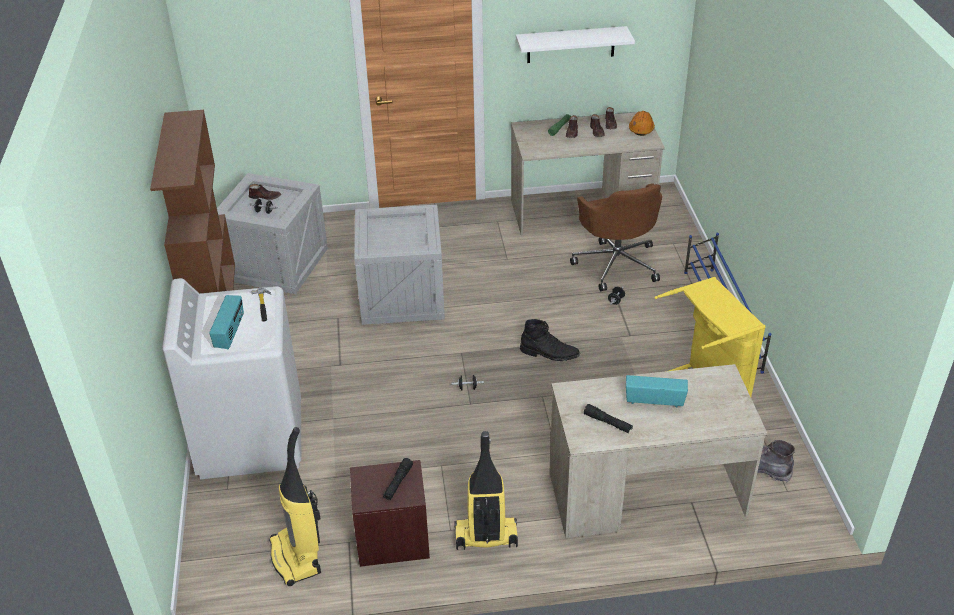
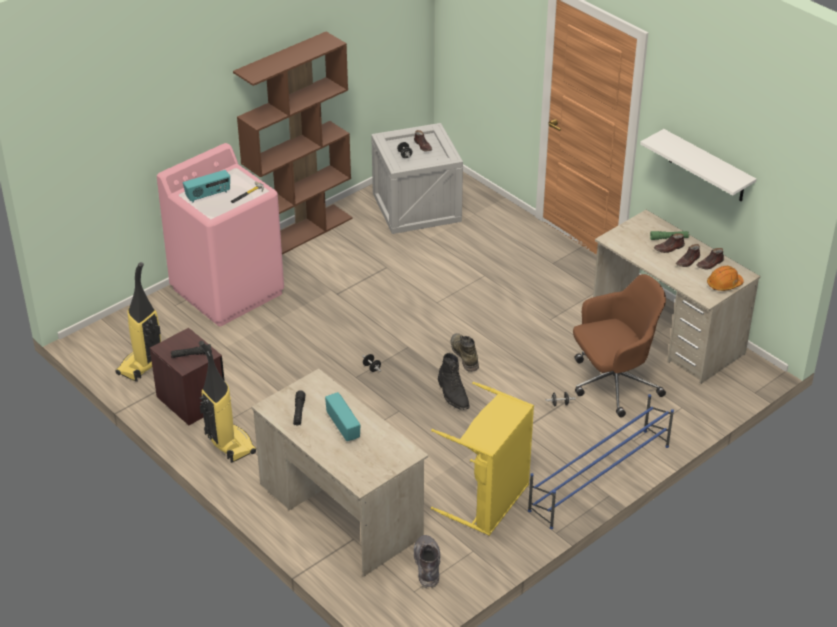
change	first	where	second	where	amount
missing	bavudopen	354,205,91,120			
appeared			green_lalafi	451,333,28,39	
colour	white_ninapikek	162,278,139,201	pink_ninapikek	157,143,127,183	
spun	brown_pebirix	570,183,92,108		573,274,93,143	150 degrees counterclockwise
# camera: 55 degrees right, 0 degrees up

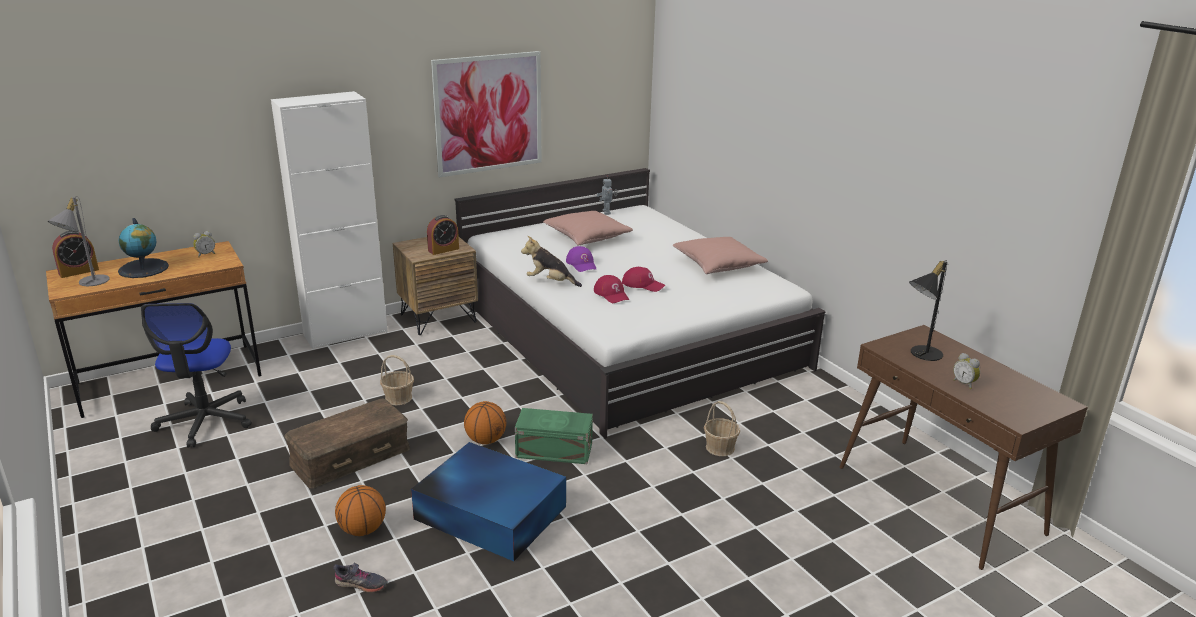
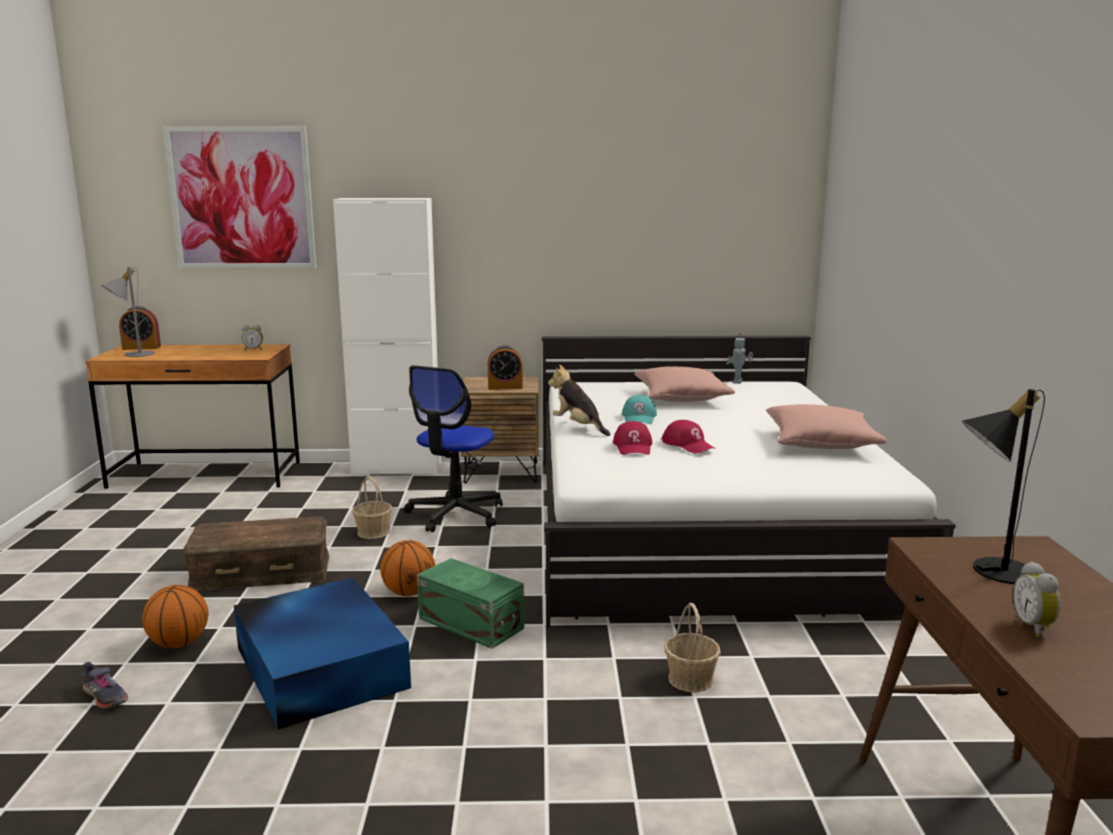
change	first	where	second	where	amount
missing	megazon	118,218,51,60			
relocated	pebirix	141,303,111,144		404,365,98,167	
relocated	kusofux	431,51,111,126		163,126,153,143	
colour	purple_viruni	566,246,31,26	turquoise_viruni	622,395,35,29	
# camera: 30 degrees right, 10 degrees down

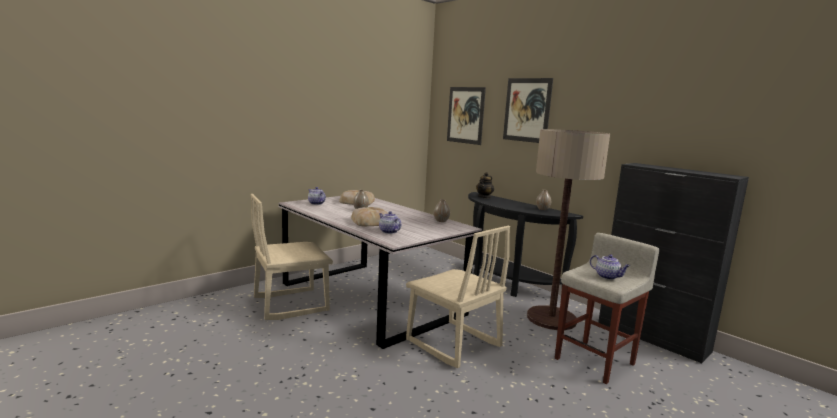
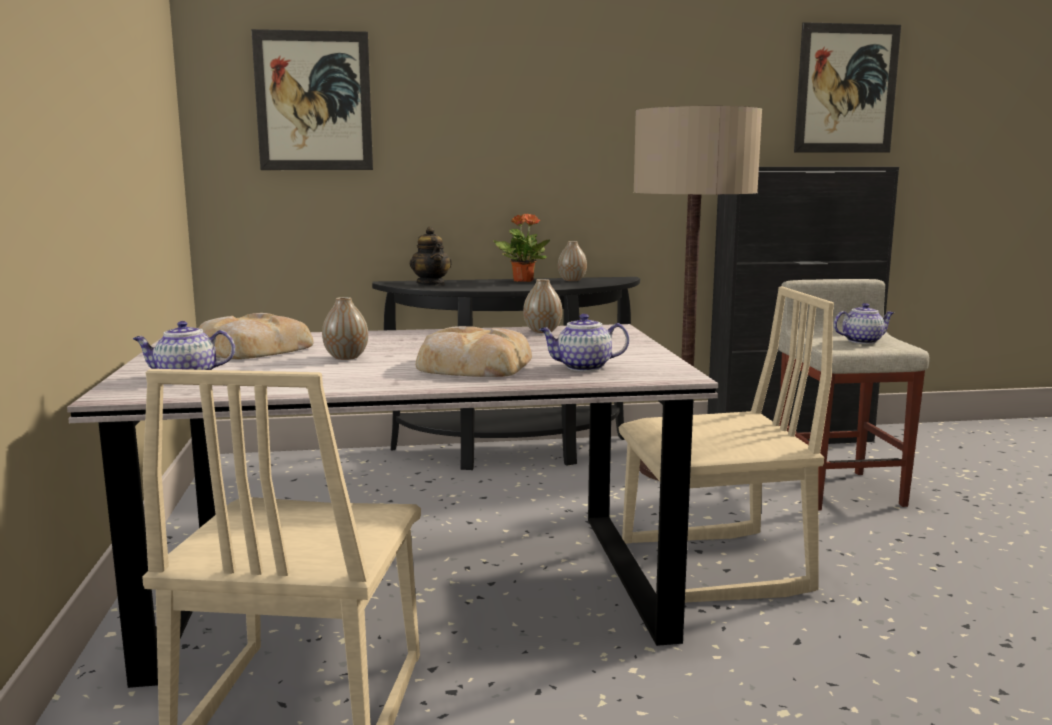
change	first	where	second	where	amount
appeared			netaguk	493,213,57,69	
relocated	kusofux	503,78,50,65		794,22,107,131	
# camera: 55 degrees left, 0 degrees up

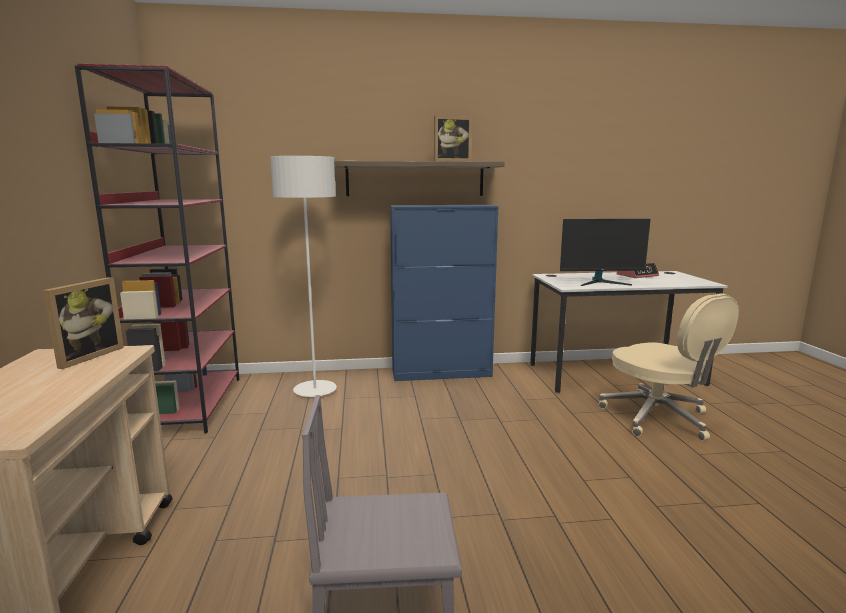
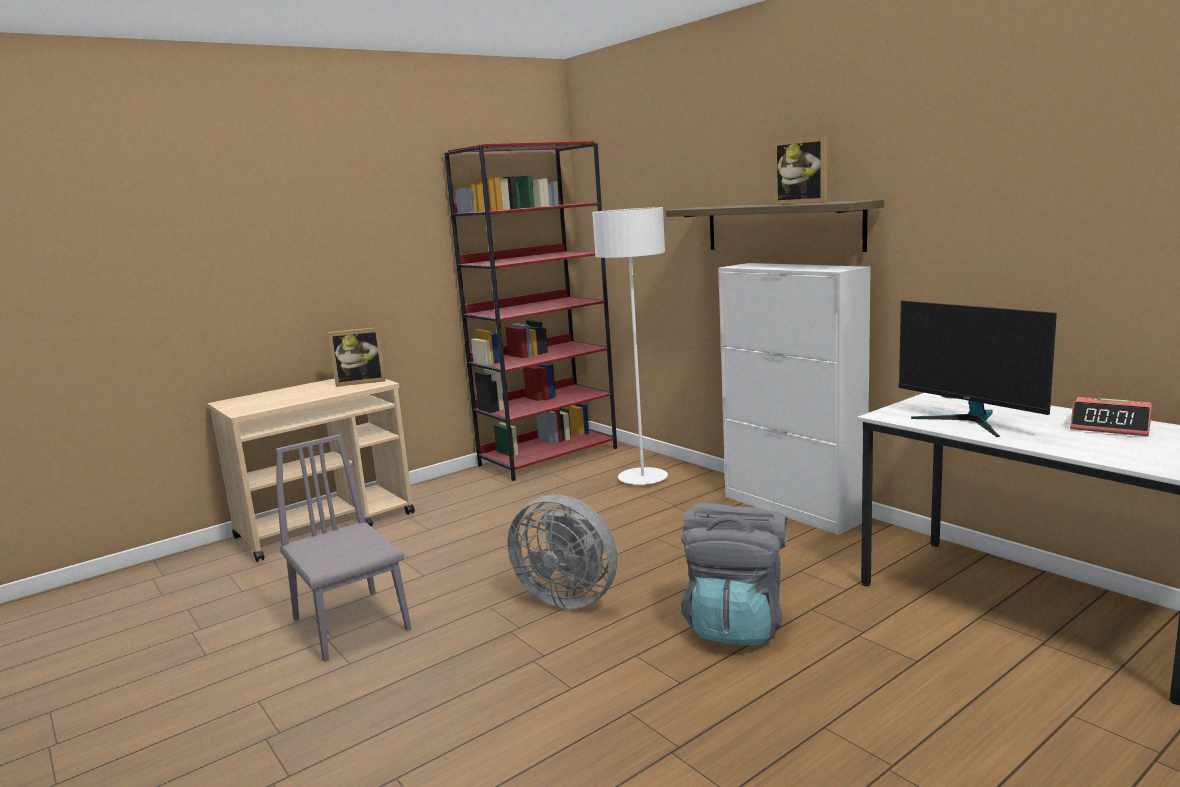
change	first	where	second	where	amount
missing	beige_pebirix	598,293,141,148			
appeared			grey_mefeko	507,495,110,114	
appeared			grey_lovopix	681,503,106,142	
colour	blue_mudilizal	390,205,109,176	white_mudilizal	718,263,153,272	
# camera: 60 degrees right, 0 degrees up

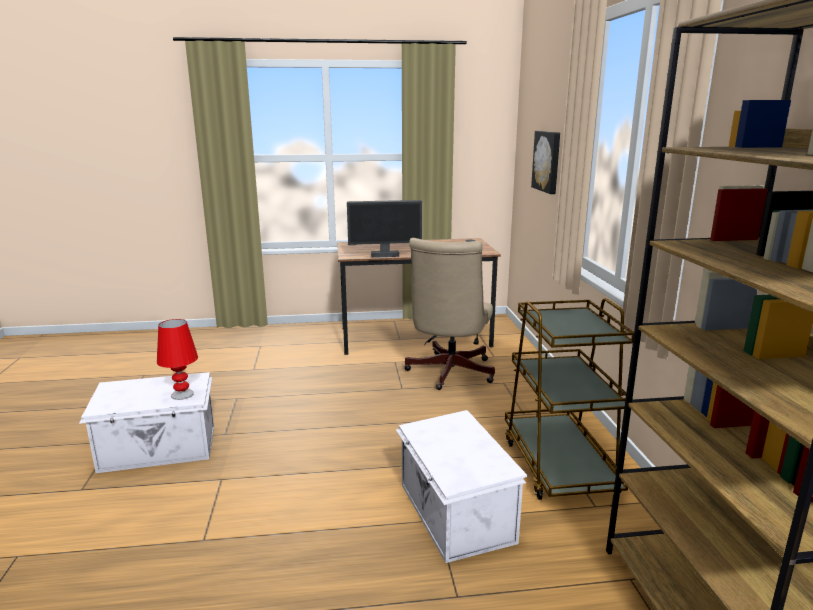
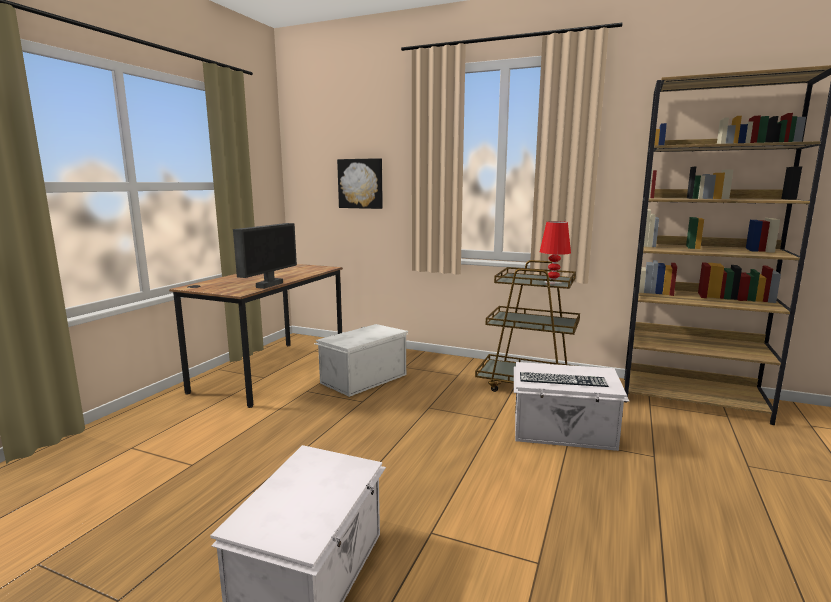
change	first	where	second	where	amount
appeared			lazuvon	520,372,89,15	
relocated	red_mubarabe	157,319,41,81		540,221,31,63	
exchanged	beige_pebirix	404,238,91,152	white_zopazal	314,324,94,73	
# camera: 60 degrees left, 5 degrees down

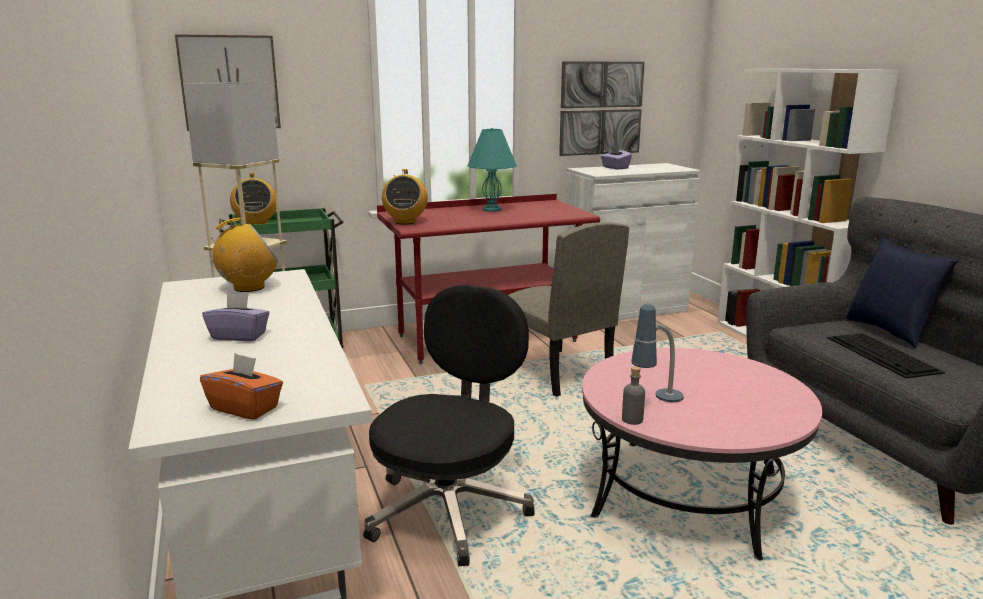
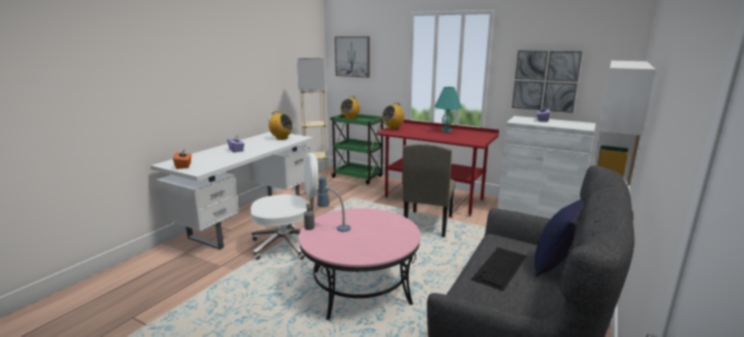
change	first	where	second	where	amount
colour	black_pebirix	363,285,172,281	white_pebirix	251,153,67,107	
# camera: 50 degrees right, 0 degrees up

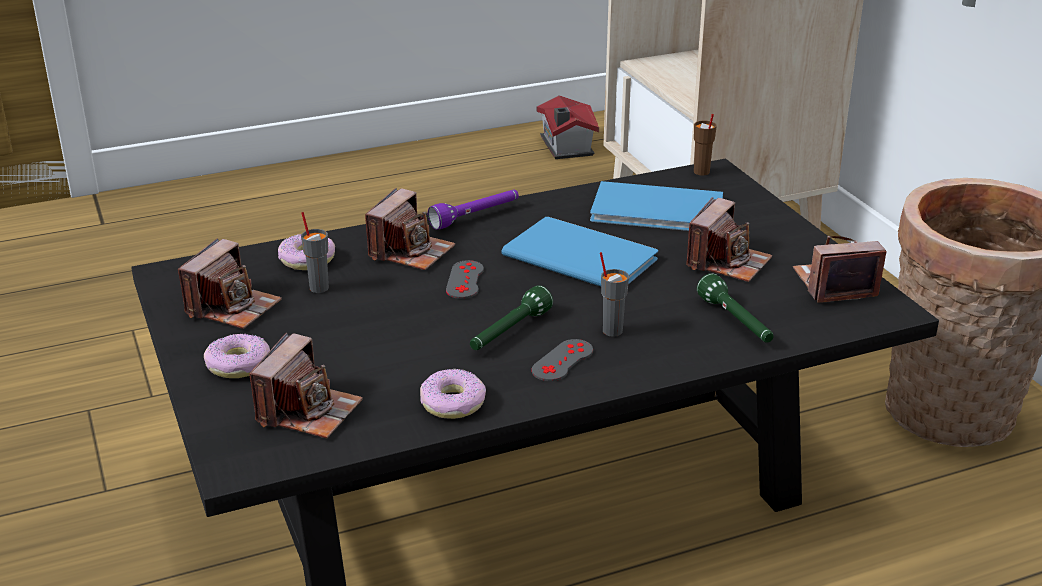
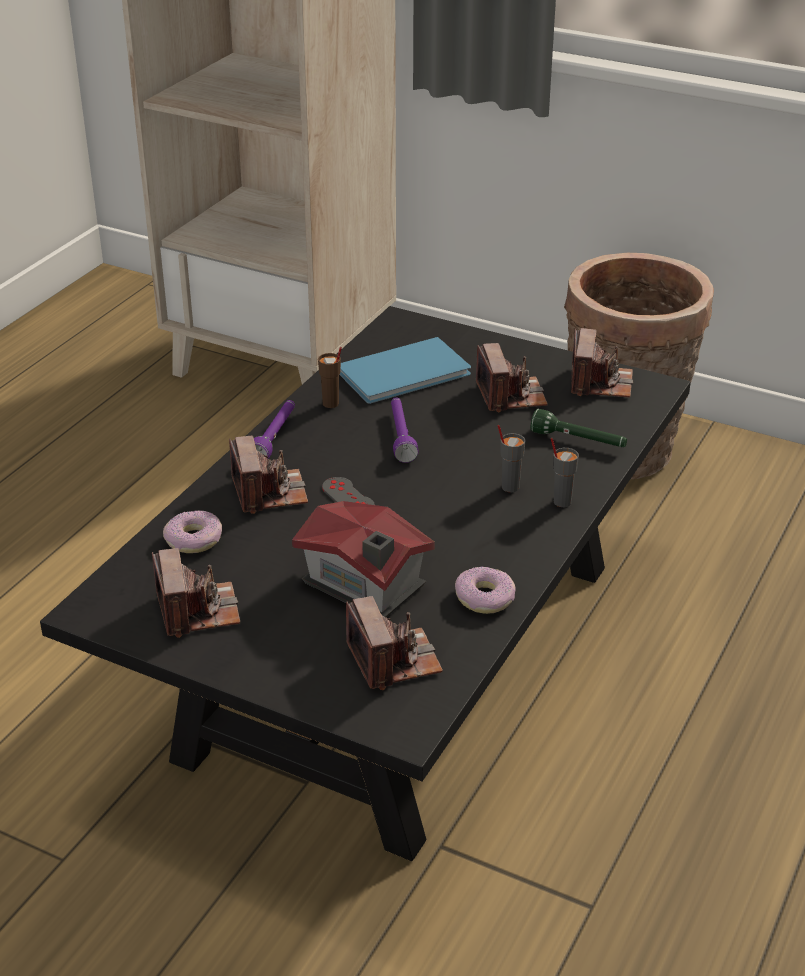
change	first	where	second	where	amount
missing	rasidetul	204,334,66,44			
missing	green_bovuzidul	470,285,83,65			
missing	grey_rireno	531,339,62,42			
relocated	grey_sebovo	301,212,28,81		551,438,28,69	
relocated	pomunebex	536,95,63,64		292,501,143,116	
relocated	brown_sebovo	694,114,23,61		318,347,24,61	
exchanged	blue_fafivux	501,217,157,69	purple_bovuzidul	391,398,27,65	
spun	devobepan	793,236,94,67		571,328,62,70	150 degrees clockwise
# camera: 40 degrees left, 5 degrees up

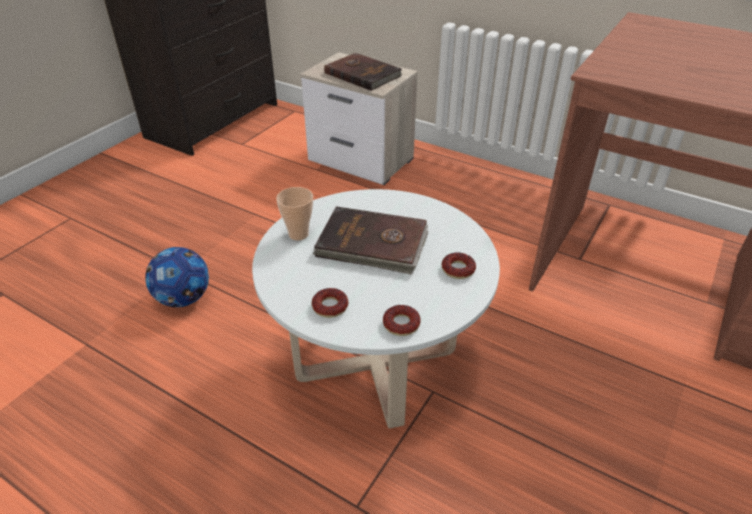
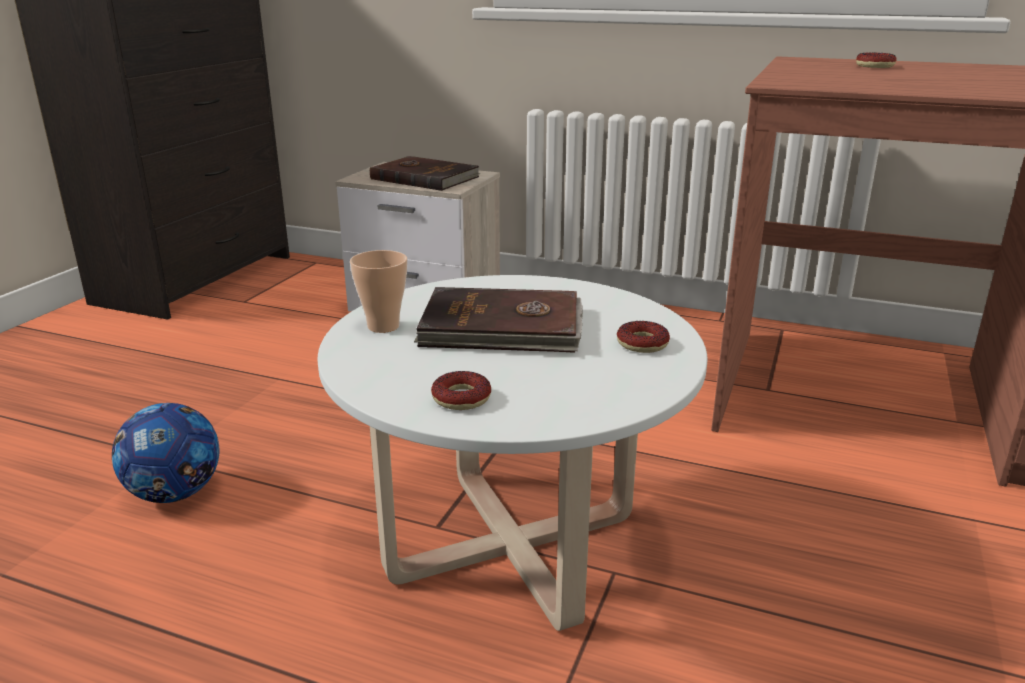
change	first	where	second	where	amount
relocated	rasidetul	383,305,38,31		856,52,41,16	
# camera: 10 degrees left, 15 degrees down

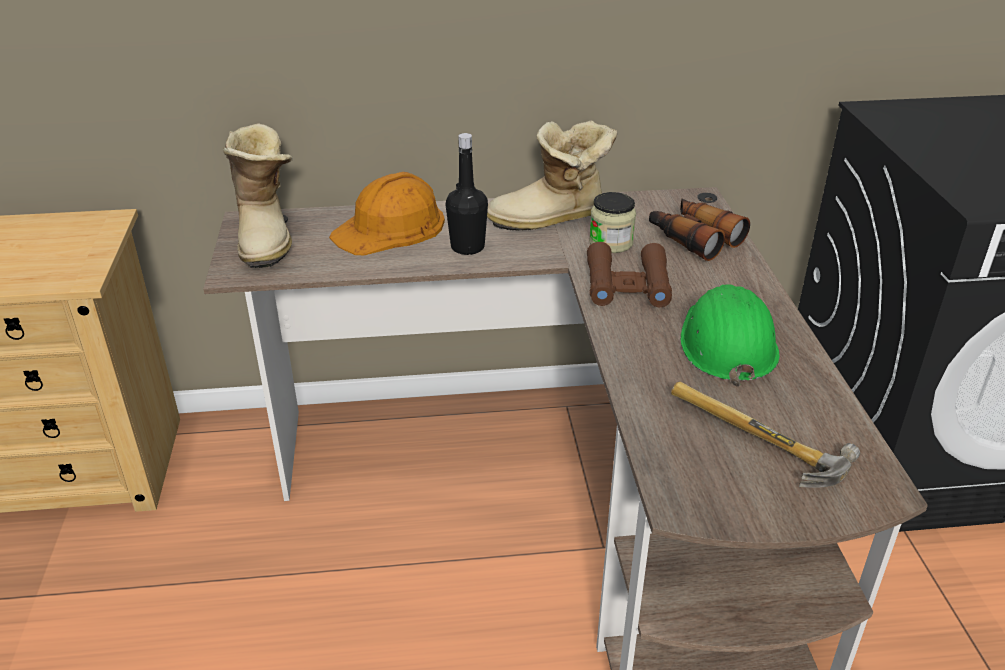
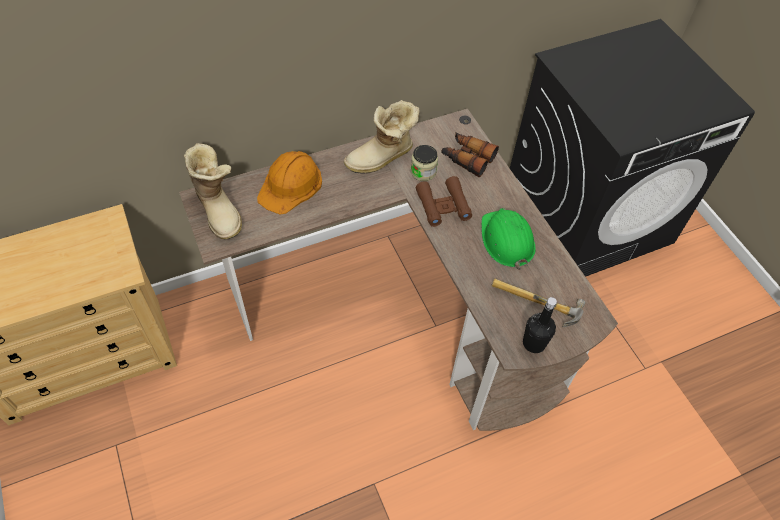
change	first	where	second	where	amount
relocated	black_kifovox	446,133,42,122		523,297,34,56	
# camera: 20 degrees left, 20 degrees up

